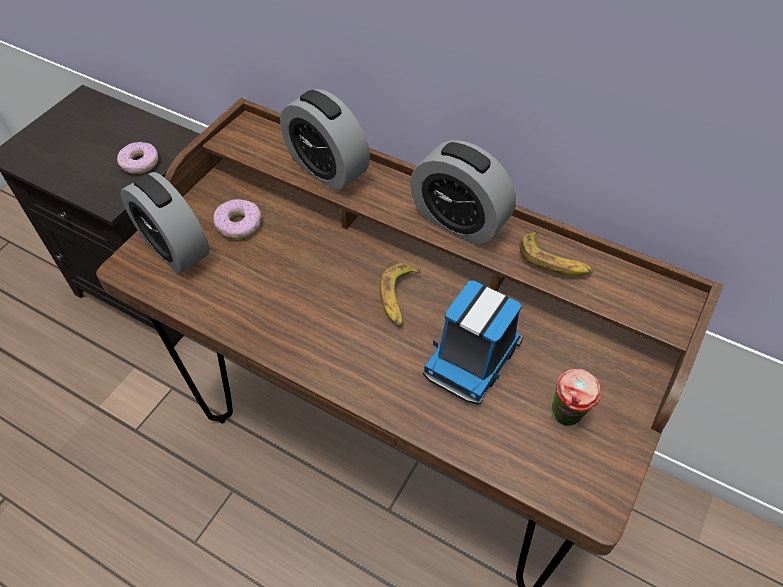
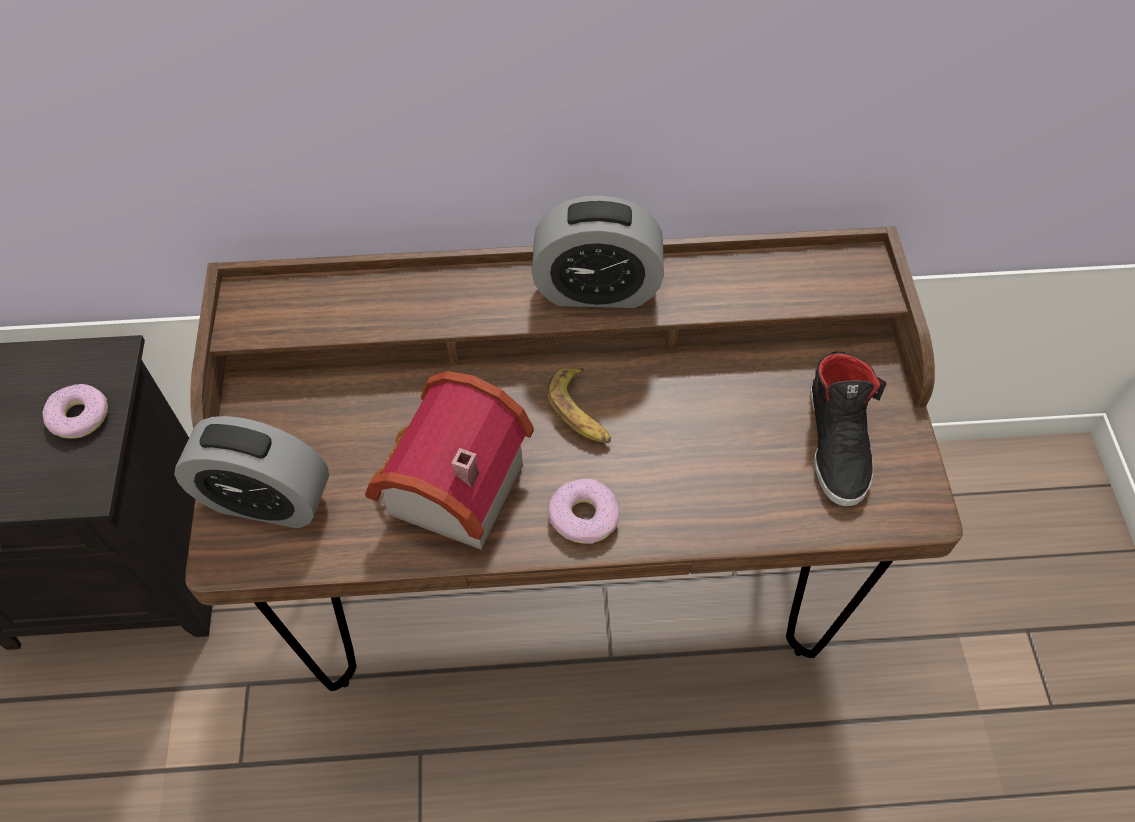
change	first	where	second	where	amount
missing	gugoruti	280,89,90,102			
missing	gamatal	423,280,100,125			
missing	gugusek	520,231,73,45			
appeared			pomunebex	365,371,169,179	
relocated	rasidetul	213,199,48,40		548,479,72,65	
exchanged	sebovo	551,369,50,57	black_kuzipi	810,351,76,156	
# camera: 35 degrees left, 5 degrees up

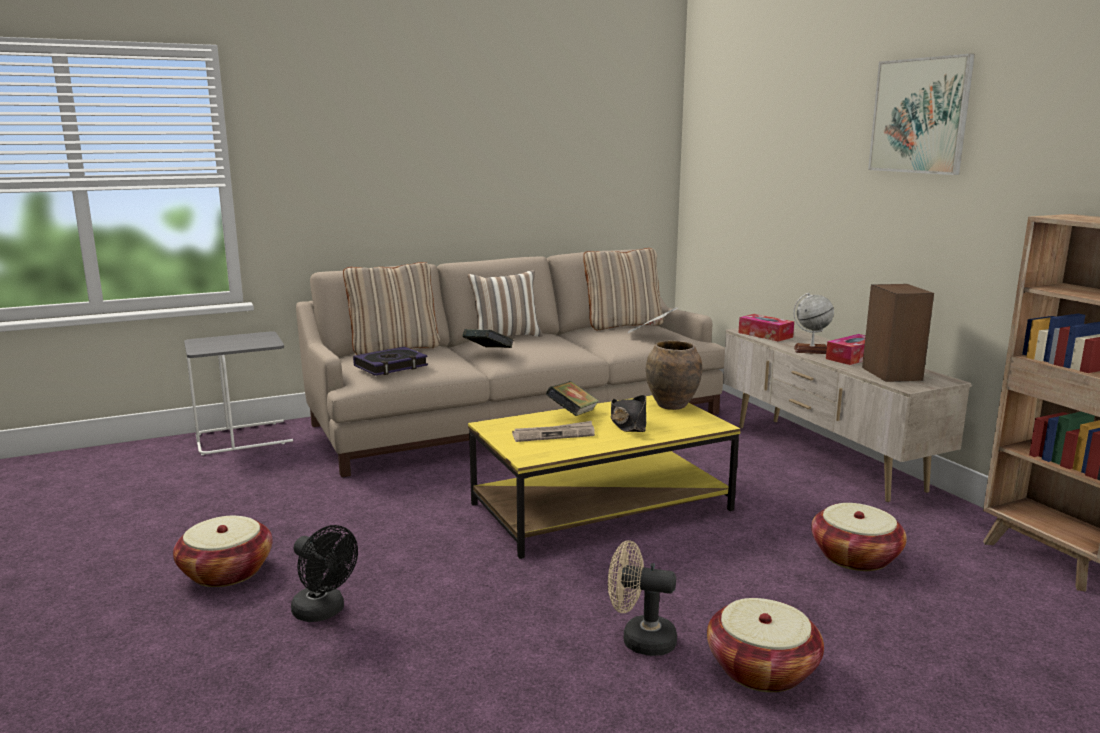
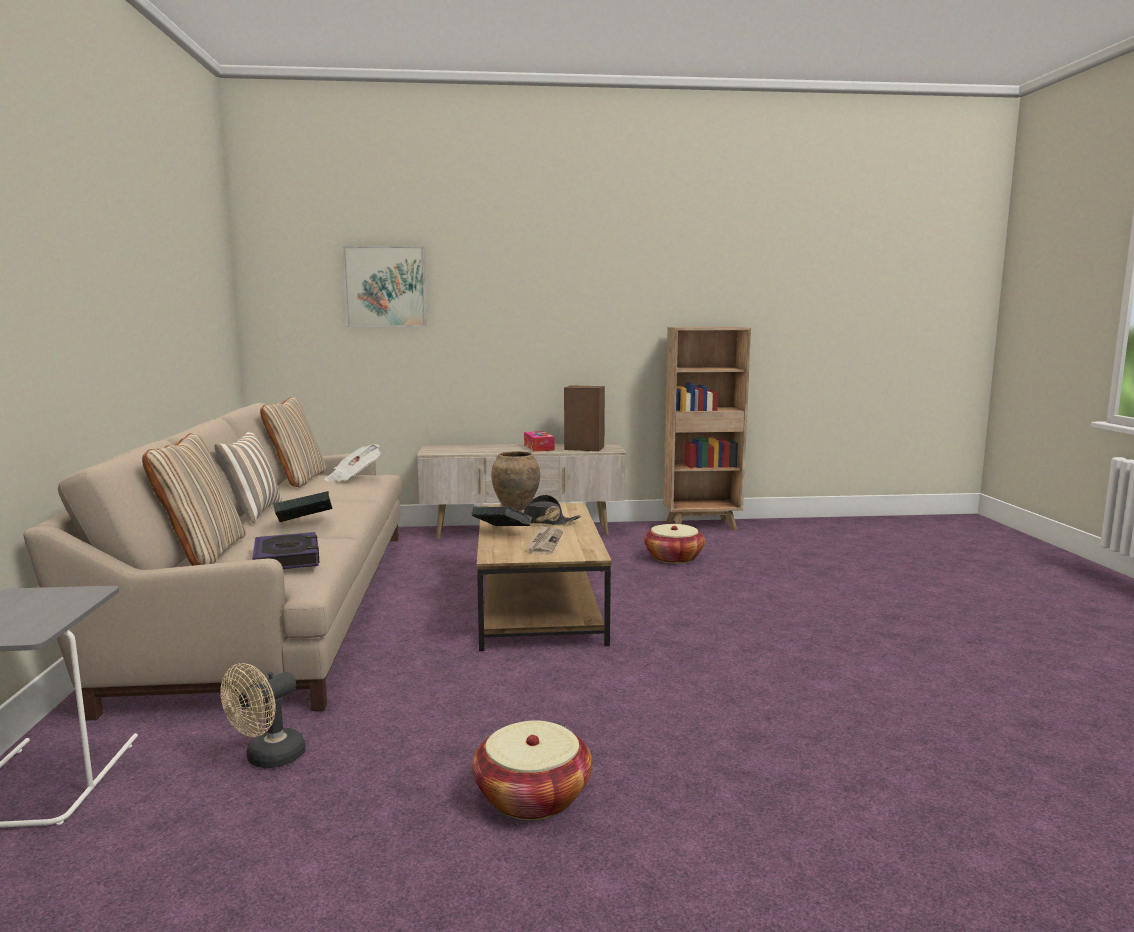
change	first	where	second	where	amount
missing	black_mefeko	291,525,67,97			
missing	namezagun	707,598,117,94			
missing	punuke	738,314,56,28			
missing	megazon	793,293,41,61			
relocated	beige_mefeko	608,540,69,116		220,663,86,105	
relocated	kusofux	868,54,107,121		342,246,85,81	
colour	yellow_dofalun	468,395,273,164	brown_dofalun	477,503,135,148	
# camera: 70 degrees left, 5 degrees down

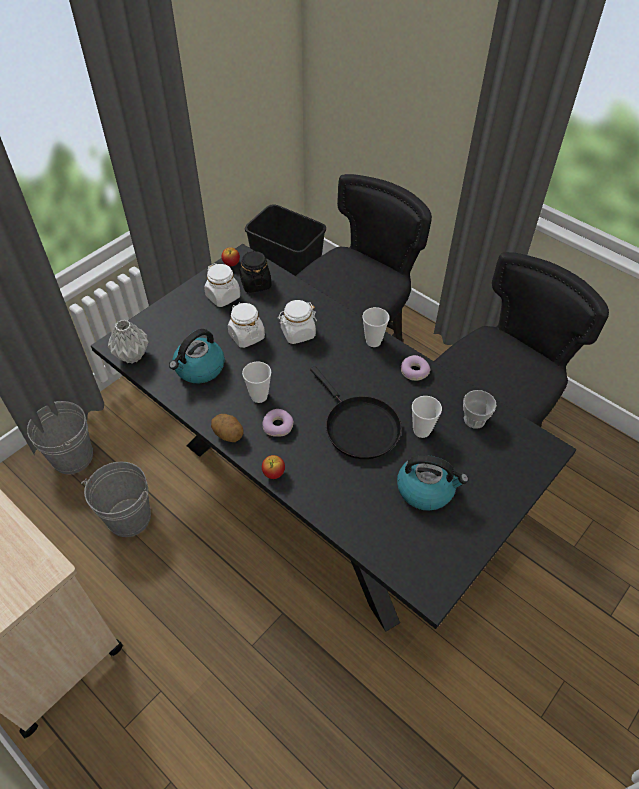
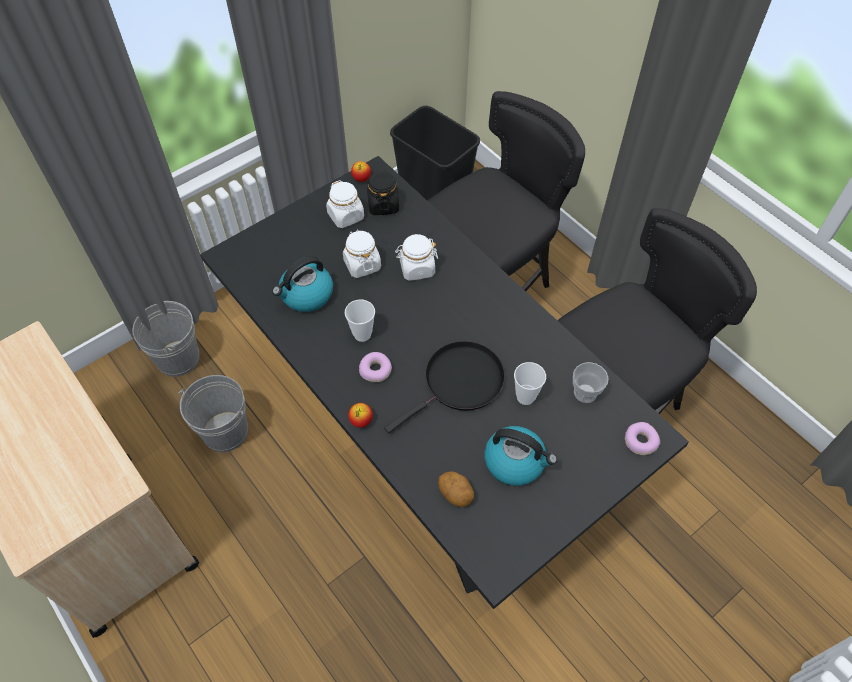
change	first	where	second	where	amount
missing	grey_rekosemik	108,320,40,44			
missing	sebovo	362,307,28,40			
relocated	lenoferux	211,414,32,28		438,471,36,36	
relocated	rasidetul	401,355,29,26		625,422,35,33	
spun	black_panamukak	310,366,92,93		384,341,121,92	105 degrees counterclockwise
# camera: 10 degrees right, 5 degrees up

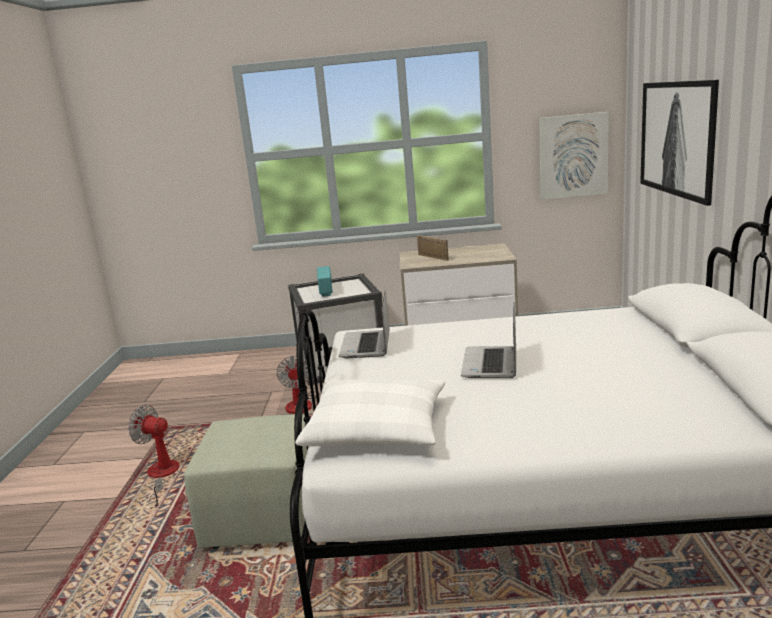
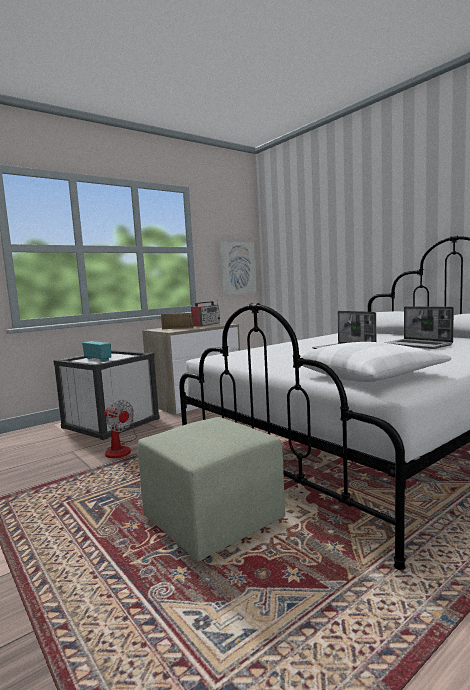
change	first	where	second	where	amount
missing	mefeko	128,405,53,101			
missing	kusofux	640,80,79,126			
appeared			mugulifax	191,300,29,27	
relocated	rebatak	339,291,50,67		385,306,69,43	
# camera: 40 degrees left, 10 degrees down

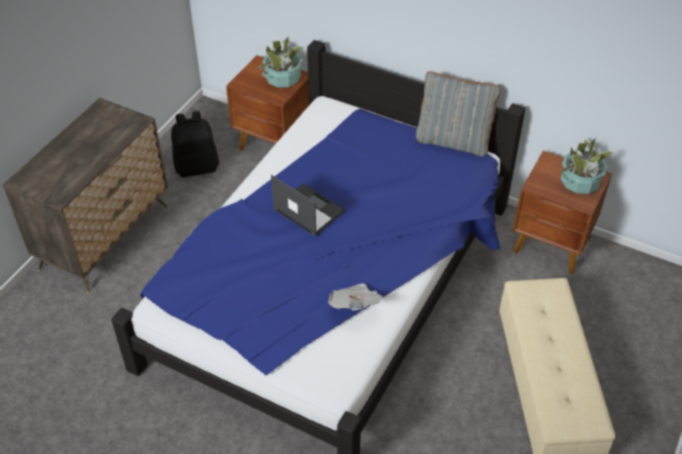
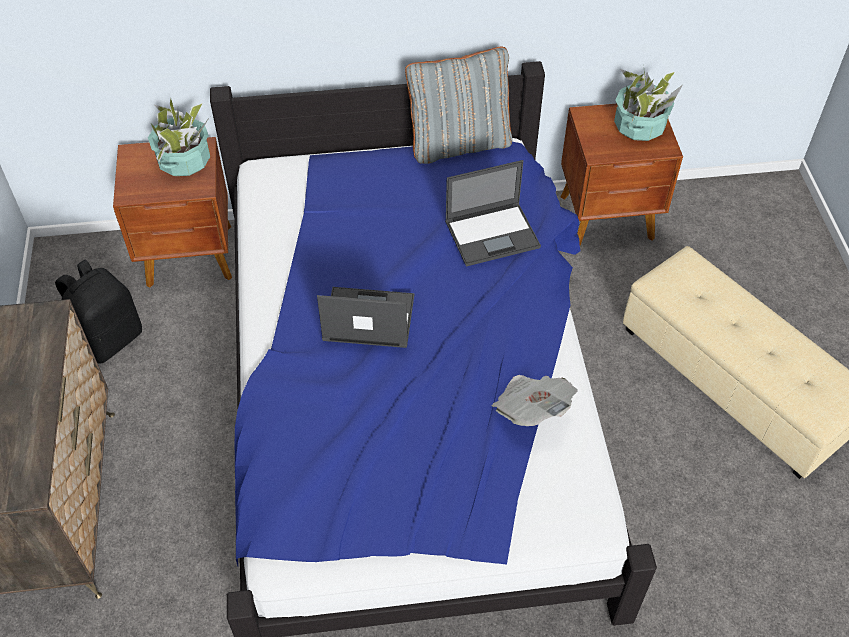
change	first	where	second	where	amount
appeared			rebatak	445,160,96,106	
# camera: 35 degrees left, 5 degrees up

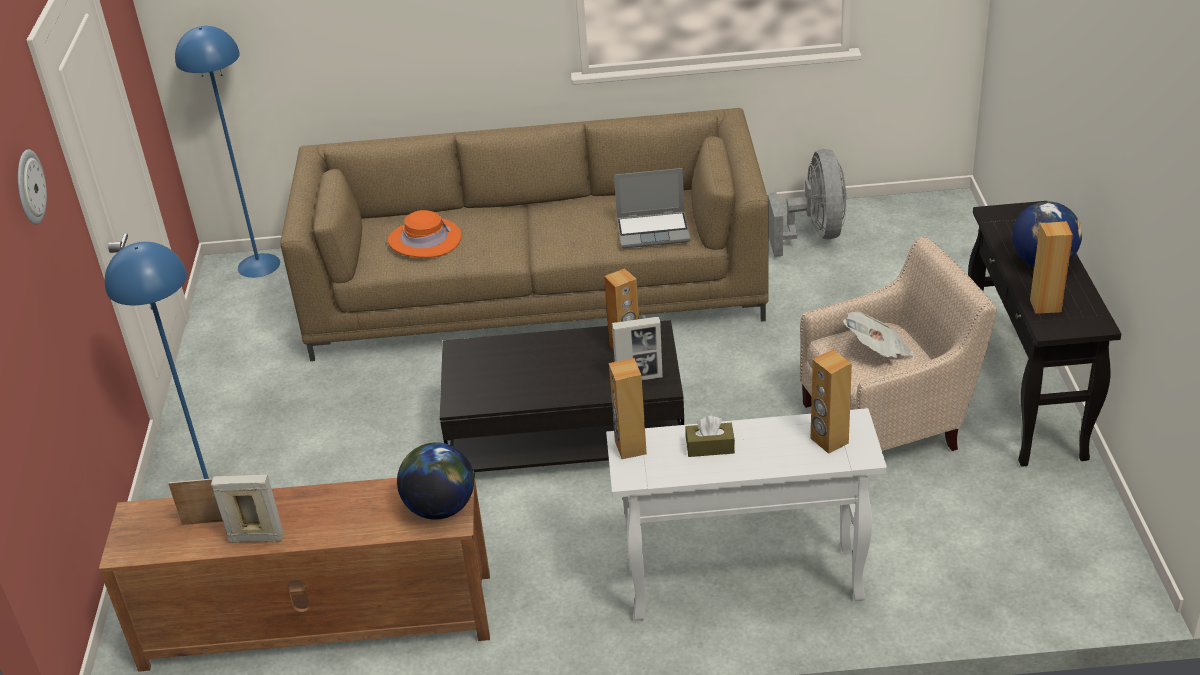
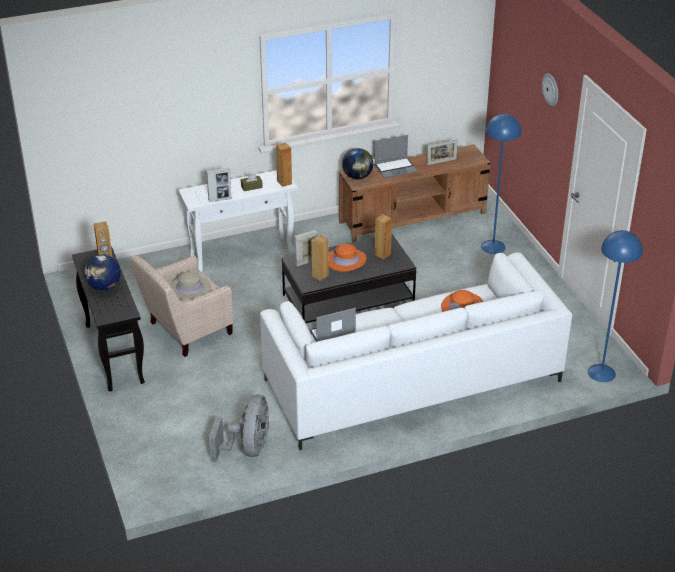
change	first	where	second	where	amount
appeared			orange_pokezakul	328,244,39,28	
appeared			rebatak	374,135,43,43	
relocated	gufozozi	211,475,73,68		206,168,25,34	
relocated	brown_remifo	811,349,41,105		374,214,18,45	
exchanged	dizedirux	843,311,72,48	beige_pokezakul	170,272,41,28	
colour	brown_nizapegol	280,108,489,253	white_nizapegol	260,252,312,198	
spun	grey_mefeko	768,149,79,108		209,395,60,67	150 degrees counterclockwise
# camera: 160 degrees right, 0 degrees up

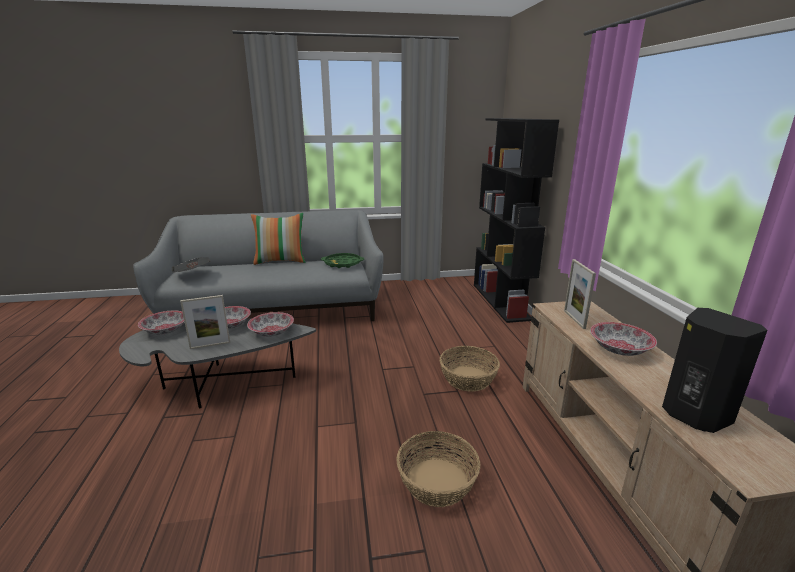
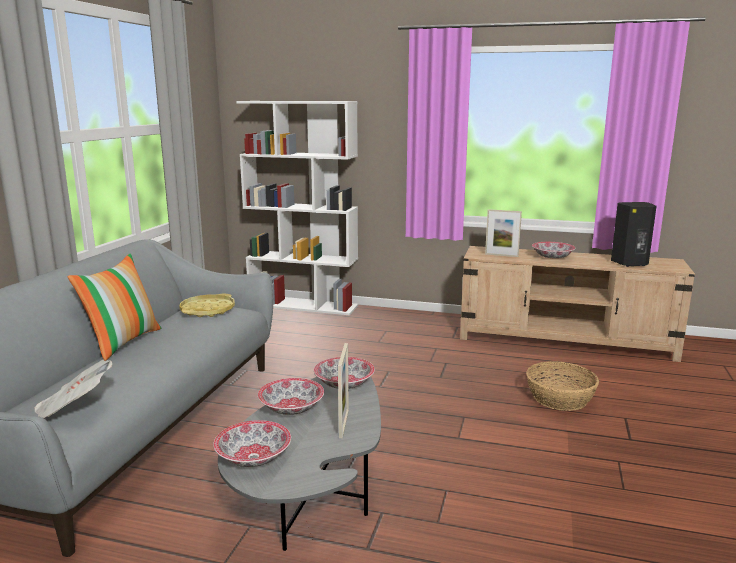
change	first	where	second	where	amount
missing	namezagun	440,346,60,46			
colour	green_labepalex	321,253,43,15	yellow_labepalex	179,294,56,23	
colour	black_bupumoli	474,118,85,205	white_bupumoli	236,101,122,214	
# camera: 65 degrees left, 5 degrees down

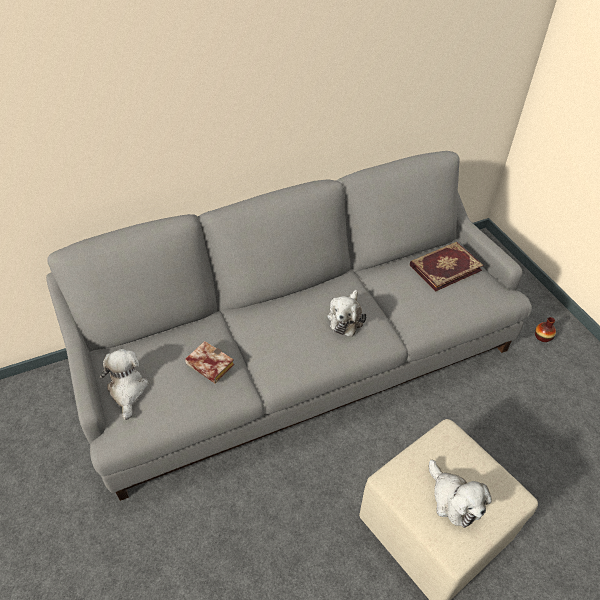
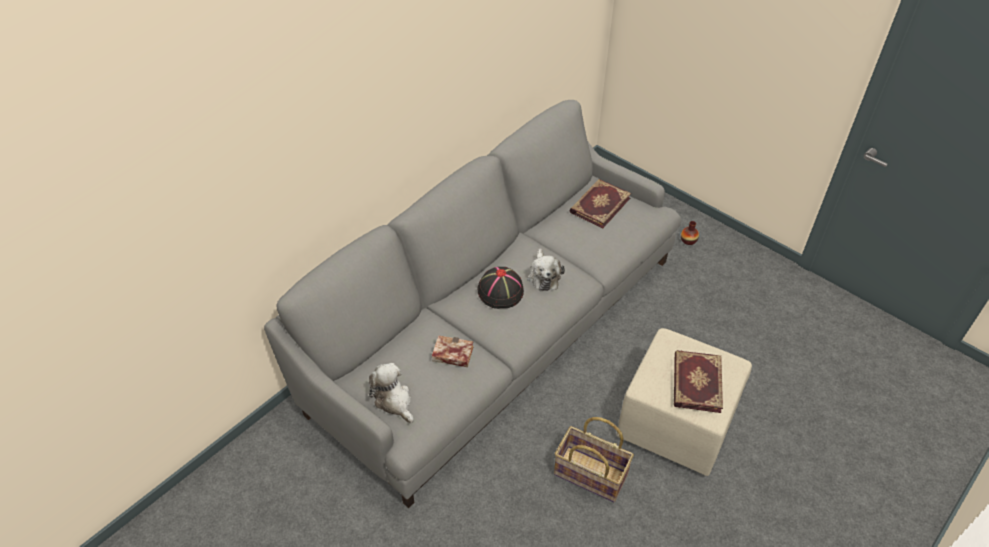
change	first	where	second	where	amount
appeared			black_pokezakul	477,267,47,42	
appeared			namezagun	554,417,80,85	
exchanged	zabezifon	429,460,63,68	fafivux	674,350,49,63	
# camera: 25 degrees left, 0 degrees up

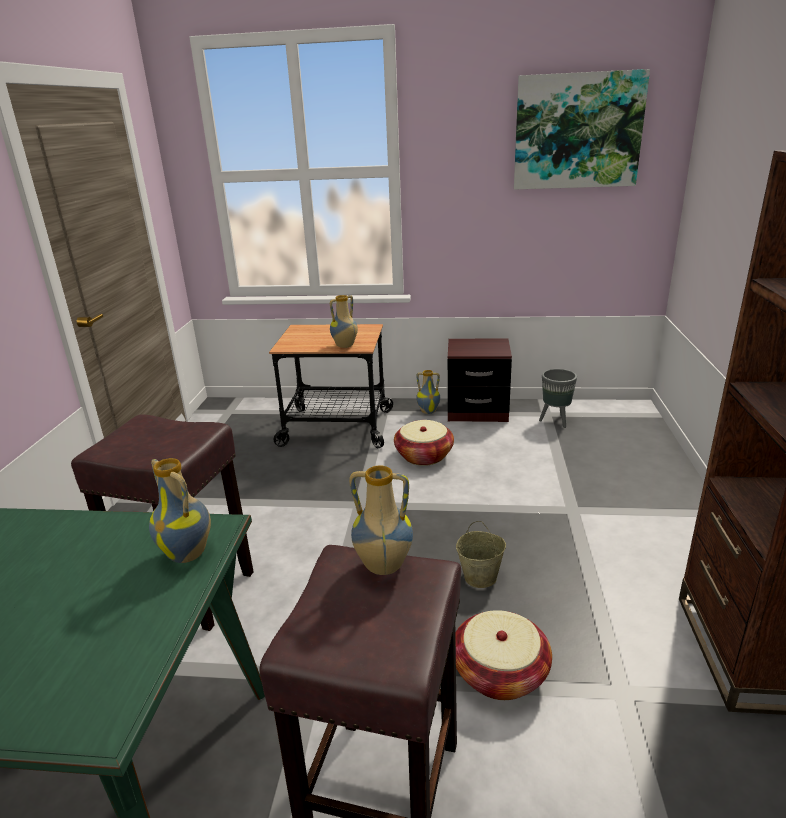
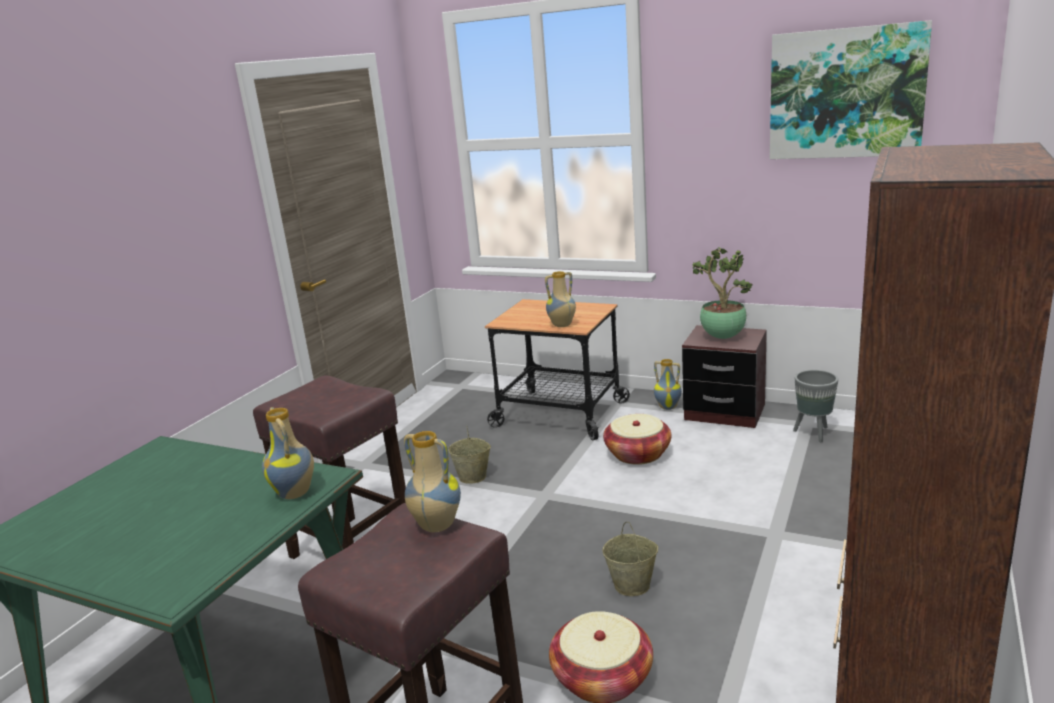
change	first	where	second	where	amount
appeared			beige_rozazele	448,428,43,56	
appeared			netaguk	693,247,60,92	
# camera: 20 degrees right, 5 degrees down

